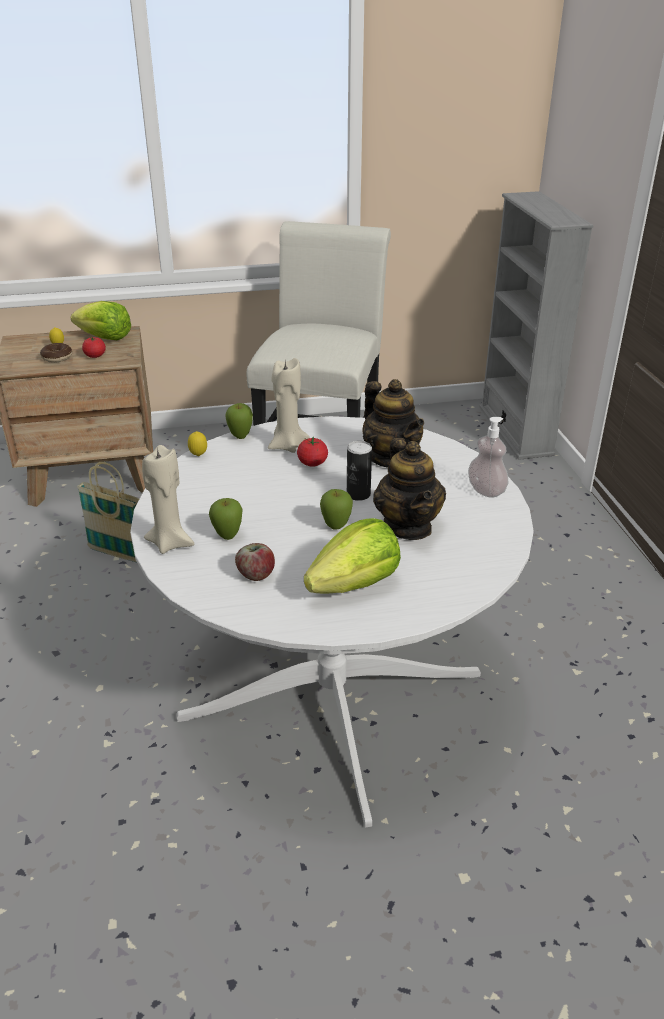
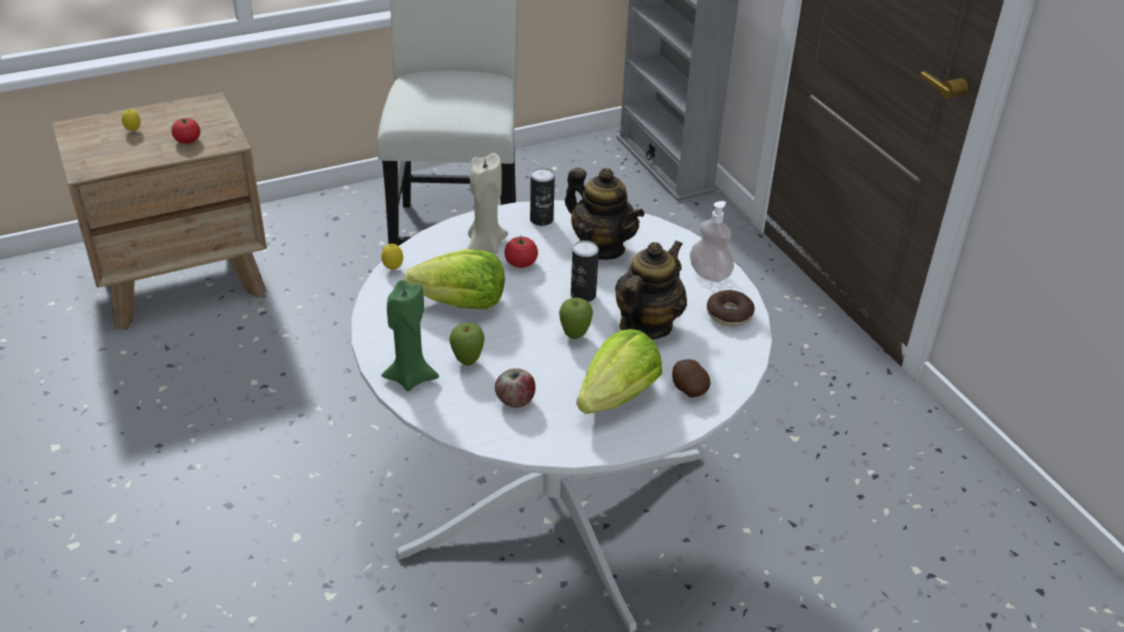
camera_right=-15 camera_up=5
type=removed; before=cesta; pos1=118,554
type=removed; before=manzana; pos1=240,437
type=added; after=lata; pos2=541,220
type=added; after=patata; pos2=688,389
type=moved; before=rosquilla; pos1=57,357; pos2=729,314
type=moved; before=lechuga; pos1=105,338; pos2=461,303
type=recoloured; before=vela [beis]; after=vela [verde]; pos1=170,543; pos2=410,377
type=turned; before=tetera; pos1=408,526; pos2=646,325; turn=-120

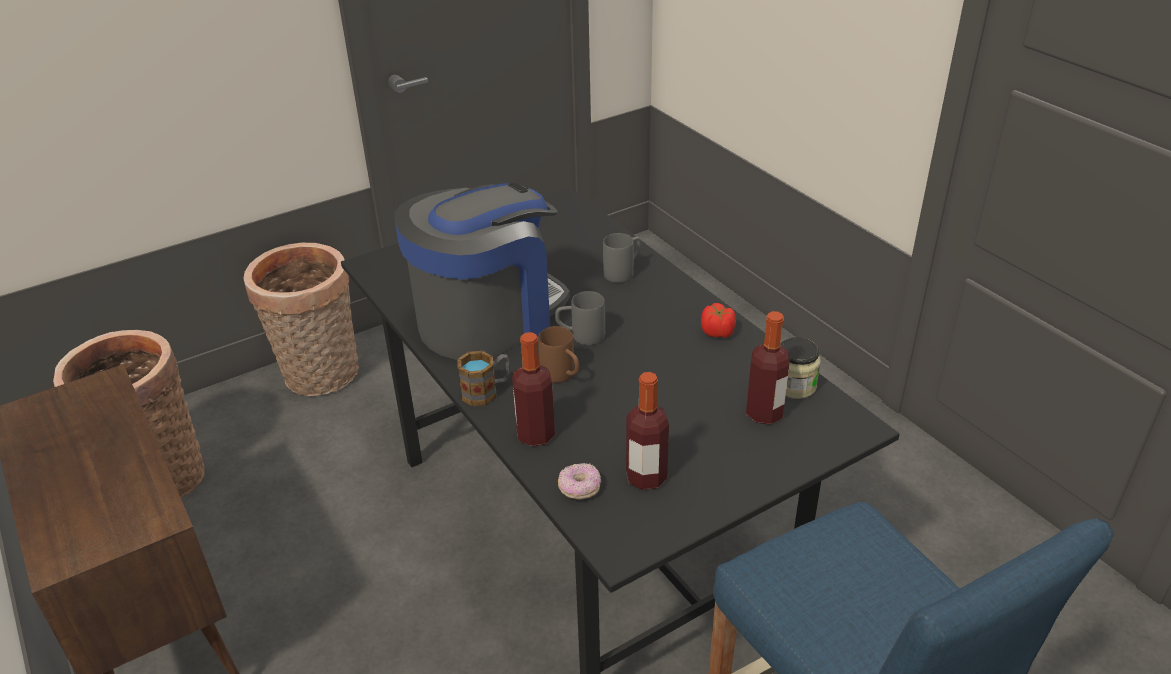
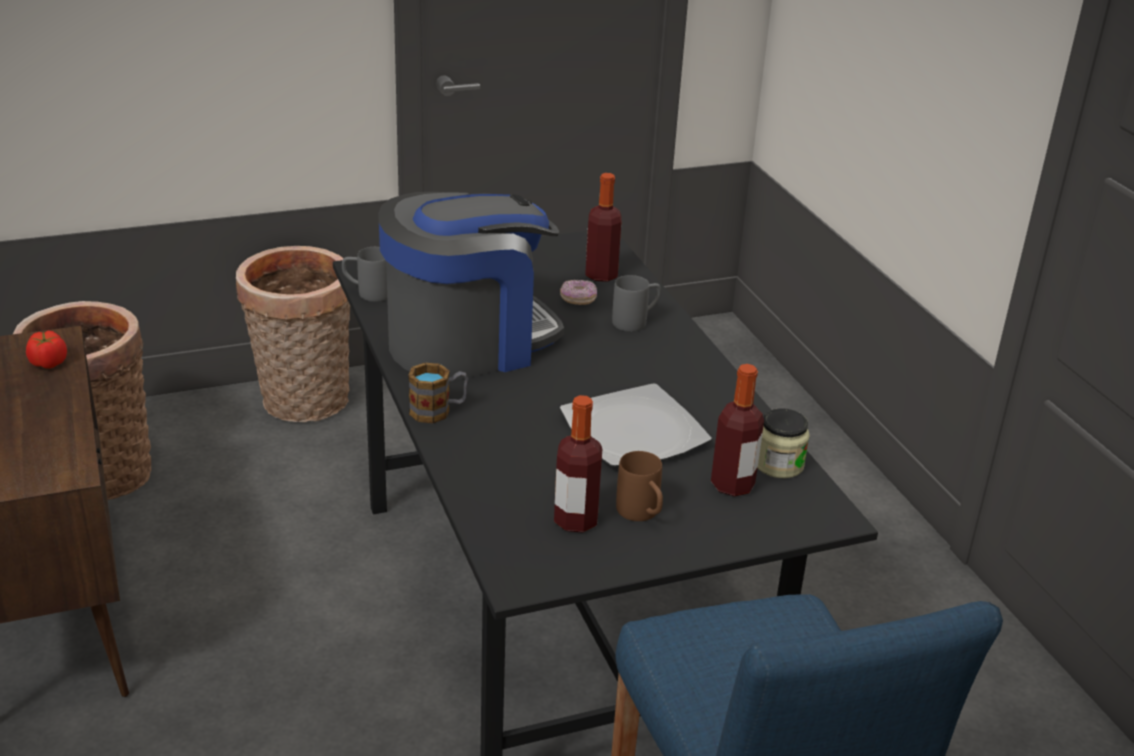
camera_right=10 camera_up=-5
type=added; after=plato; pos2=632,431
type=moved; before=botella; pos1=535,435; pos2=601,275
type=moved; before=taza grande [marrón]; pos1=562,376; pos2=642,515
type=moved; before=taza grande [gris]; pos1=580,336; pos2=367,293
type=moved; before=rosquilla; pos1=579,489; pos2=578,300
type=moved; before=tomate; pos1=717,332; pos2=48,363

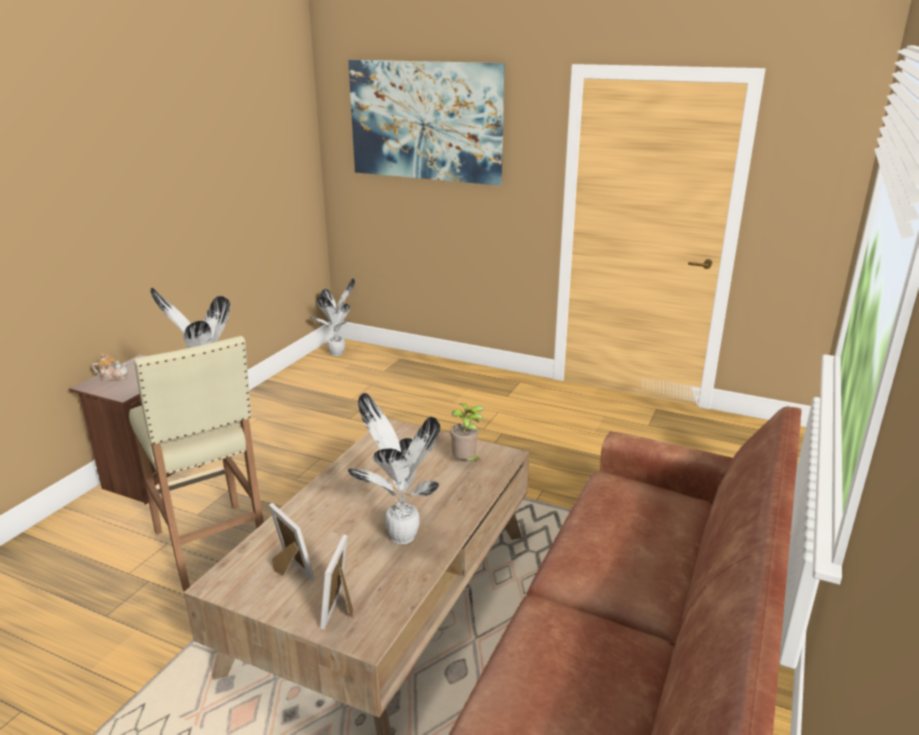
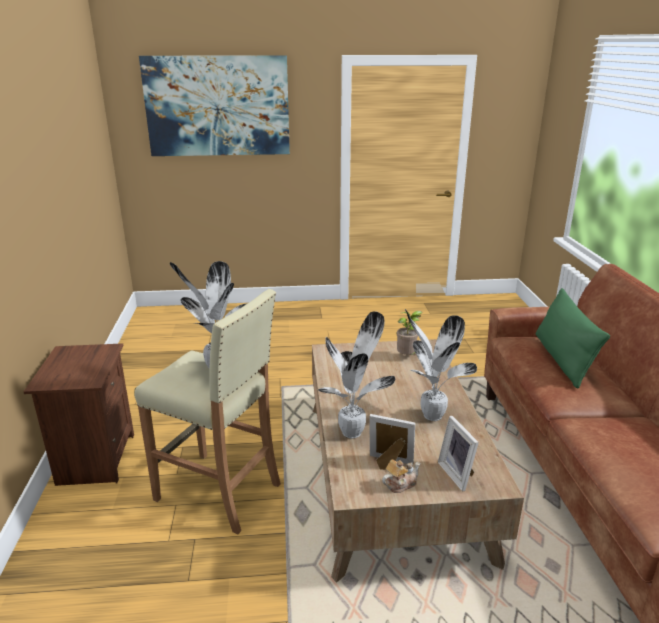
camera_right=-30 camera_up=0
type=added; after=cojín [verde]; pos2=562,359
type=moved; before=tetera; pos1=113,377; pos2=400,484
type=moved; before=planta en maceta; pos1=338,353; pos2=353,431

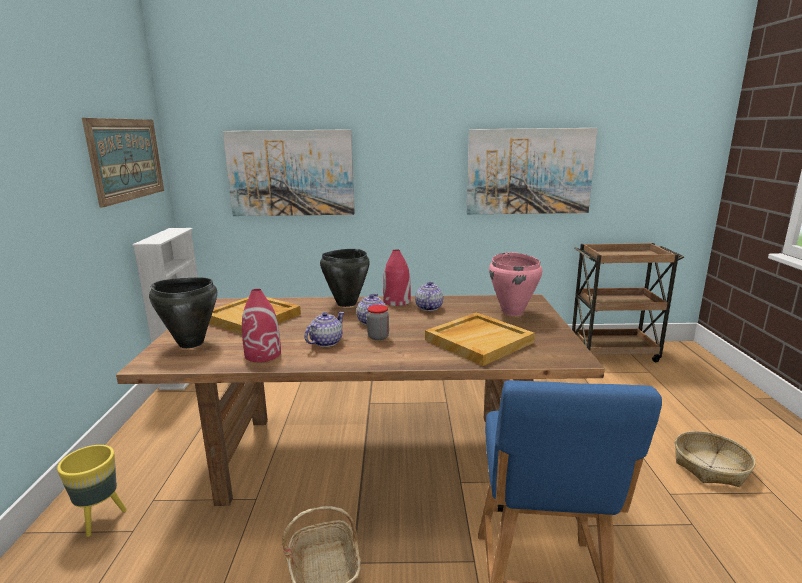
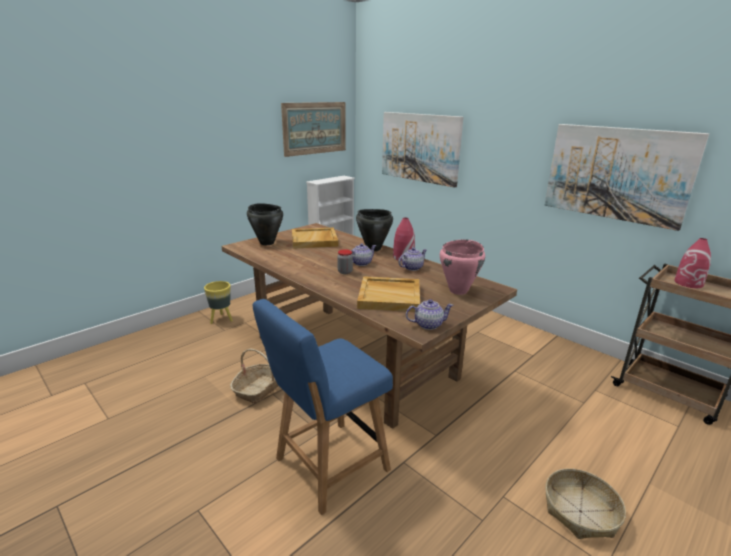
camera_right=45 camera_up=5
type=moved; before=florero [rojo]; pos1=263,354; pos2=688,283
type=moved; before=tetera; pos1=325,342; pos2=428,324

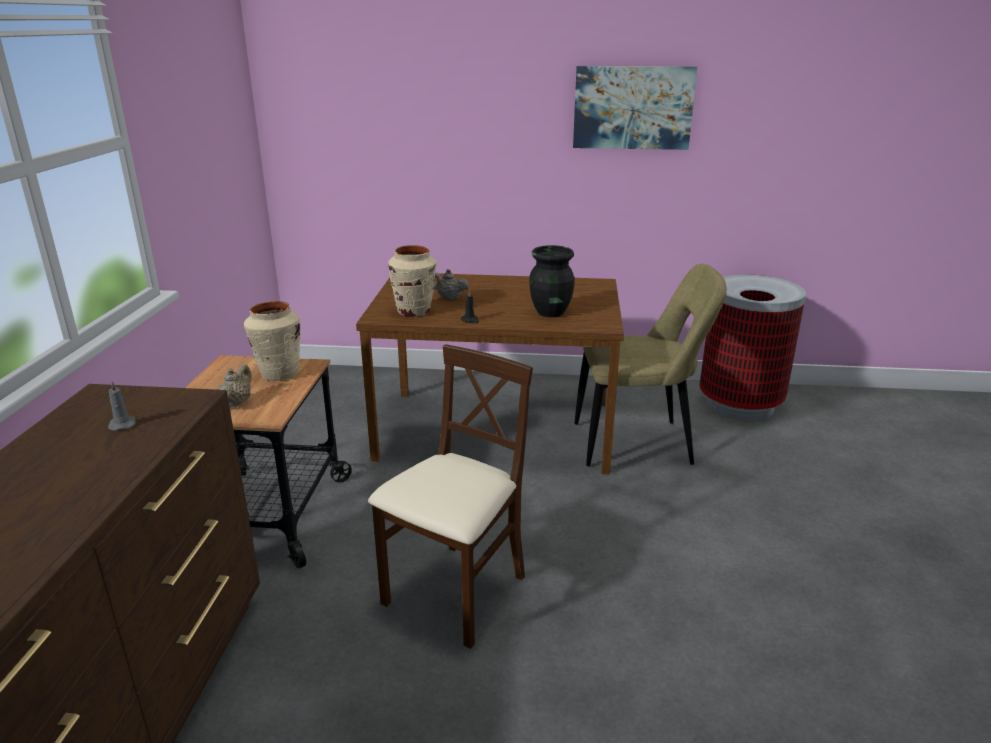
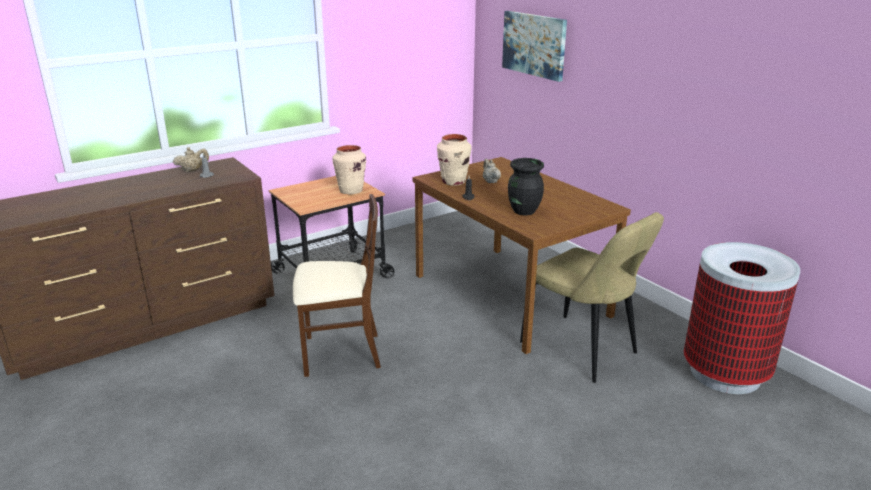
camera_right=50 camera_up=0
type=moved; before=tetera [beis]; pos1=237,403; pos2=192,170
type=moved; before=cuadro; pos1=632,107; pos2=534,44

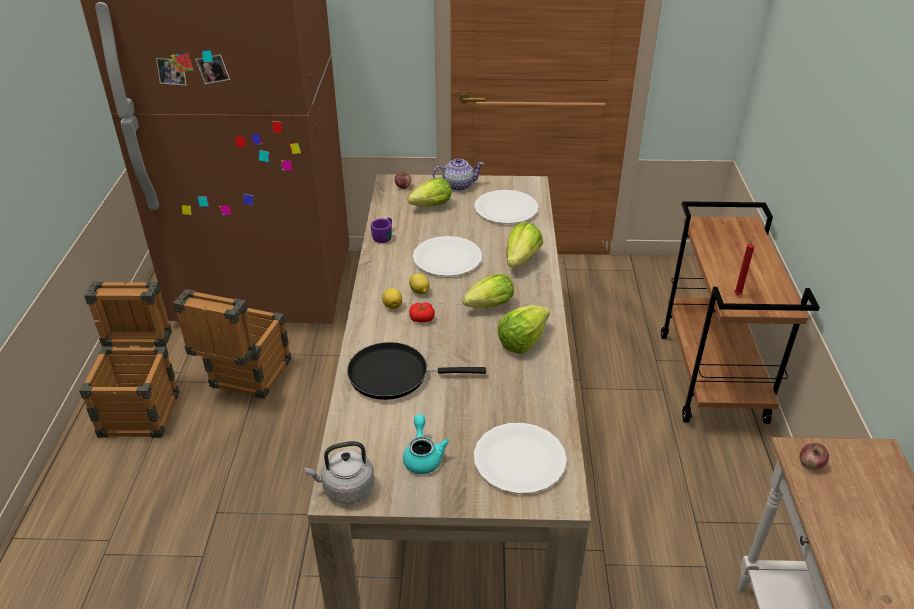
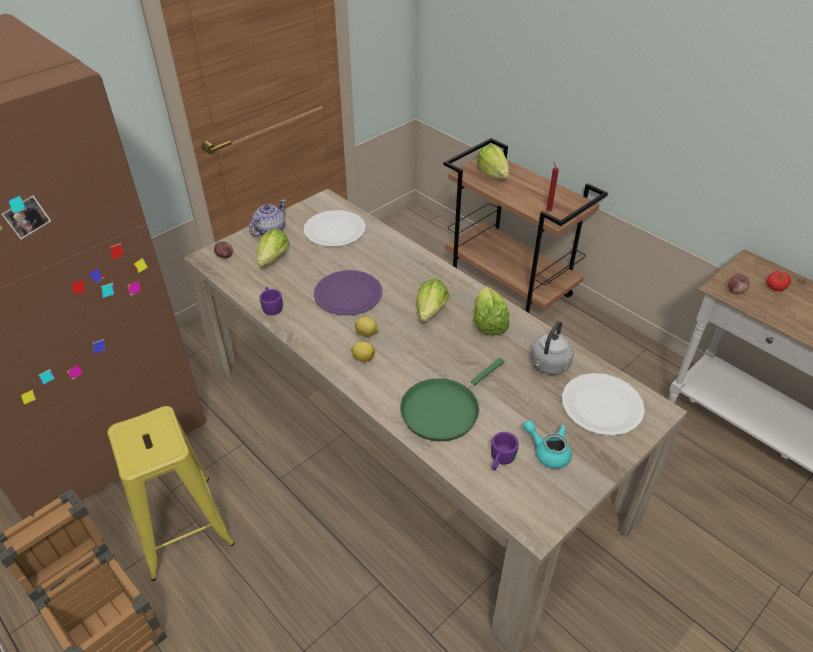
camera_right=-45 camera_up=5
type=added; after=taza grande [morado]; pos2=500,461
type=moved; before=hervidor [gris]; pos1=345,489; pos2=548,365
type=moved; before=tomate; pos1=422,318; pos2=776,286
type=moved; before=lechuga; pos1=521,260; pos2=493,174
type=replaced; before=caja de embalaje; after=taburete [amarillo]; pos1=245,380; pos2=181,526
type=recoloured; before=sartén [negro]; after=sartén [verde]; pos1=394,375; pos2=444,409
type=recoloured; before=plato [blanco]; after=plato [morado]; pos1=447,258; pos2=348,294

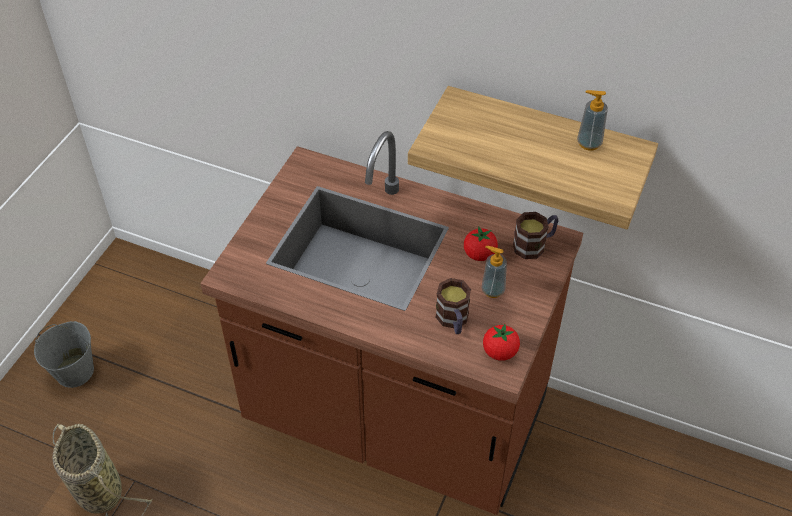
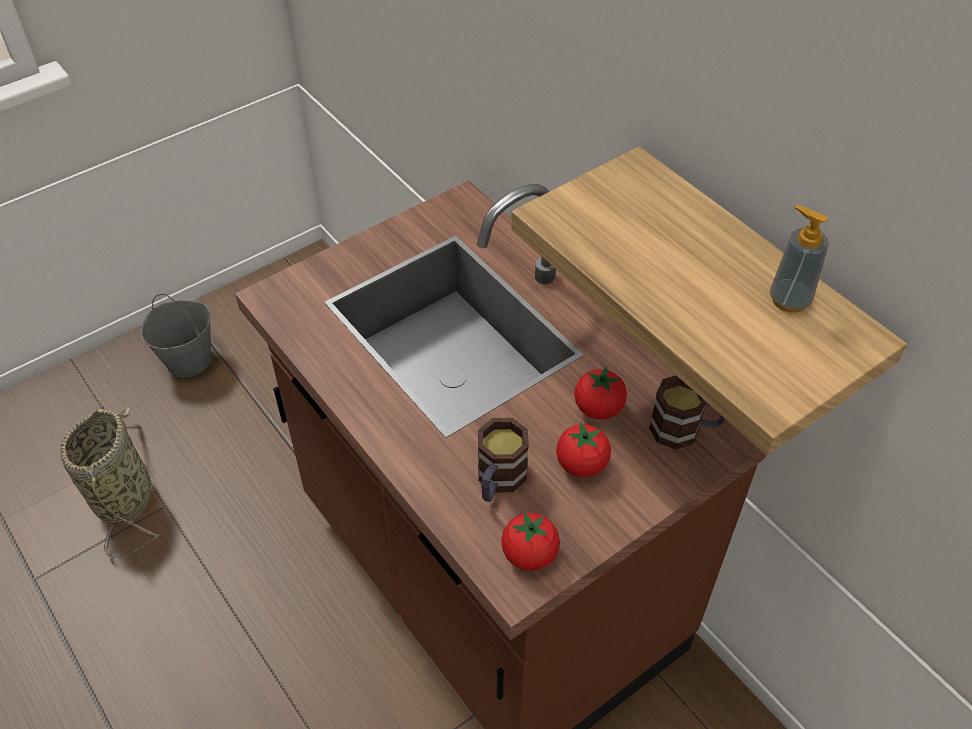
camera_right=30 camera_up=0
type=replaced; before=dispensador de jabón; after=tomate; pos1=492,290; pos2=581,464

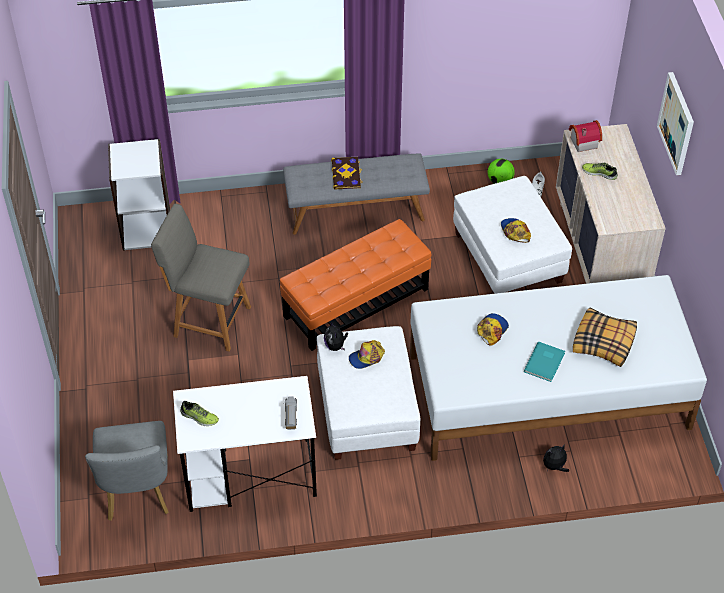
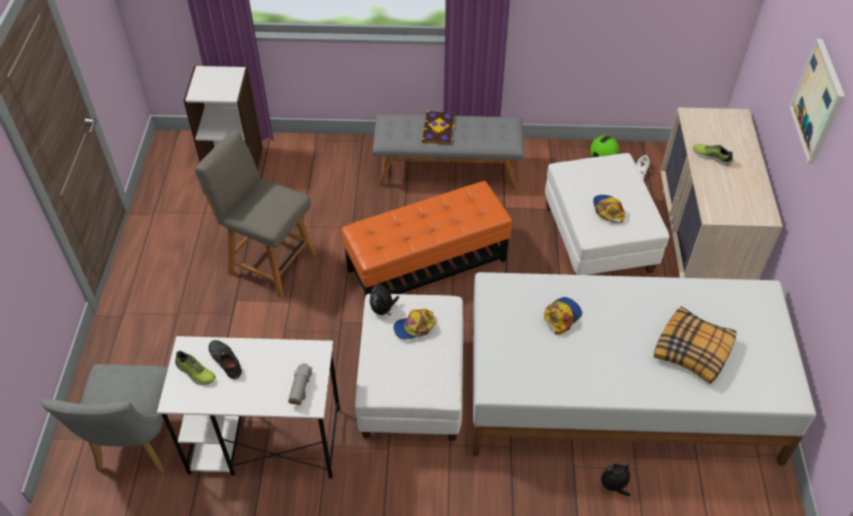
camera_right=10 camera_up=0
type=removed; before=libro [turquesa]; pos1=545,362
type=removed; before=casita; pos1=582,141
type=added; after=zapato [negro]; pos2=225,360

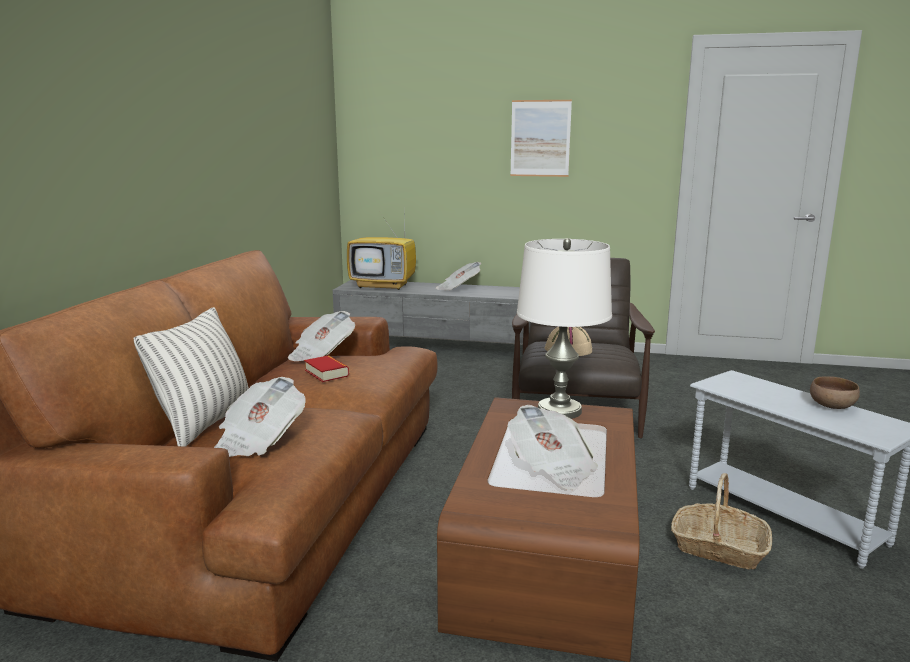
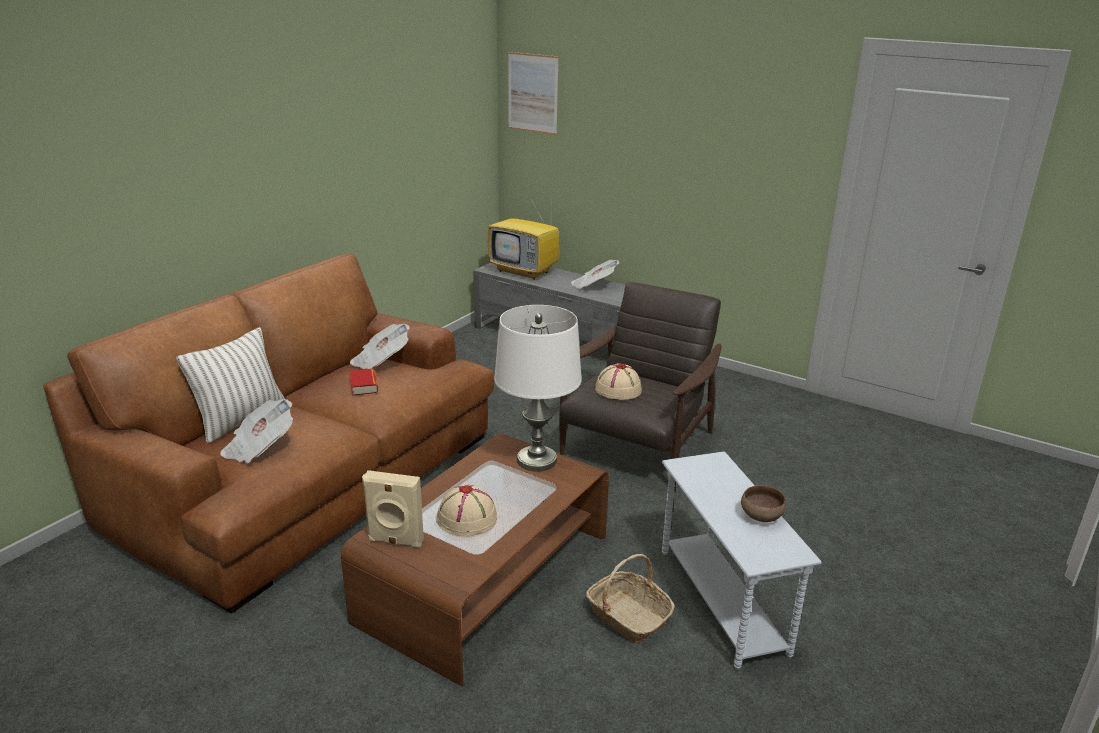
camera_right=20 camera_up=10
type=added; after=altavoz [beis]; pos2=395,541
type=moved; before=cuadro; pos1=540,138; pos2=533,93
type=replaced; before=periódico; after=sombrero [beis]; pos1=551,468; pos2=467,519

